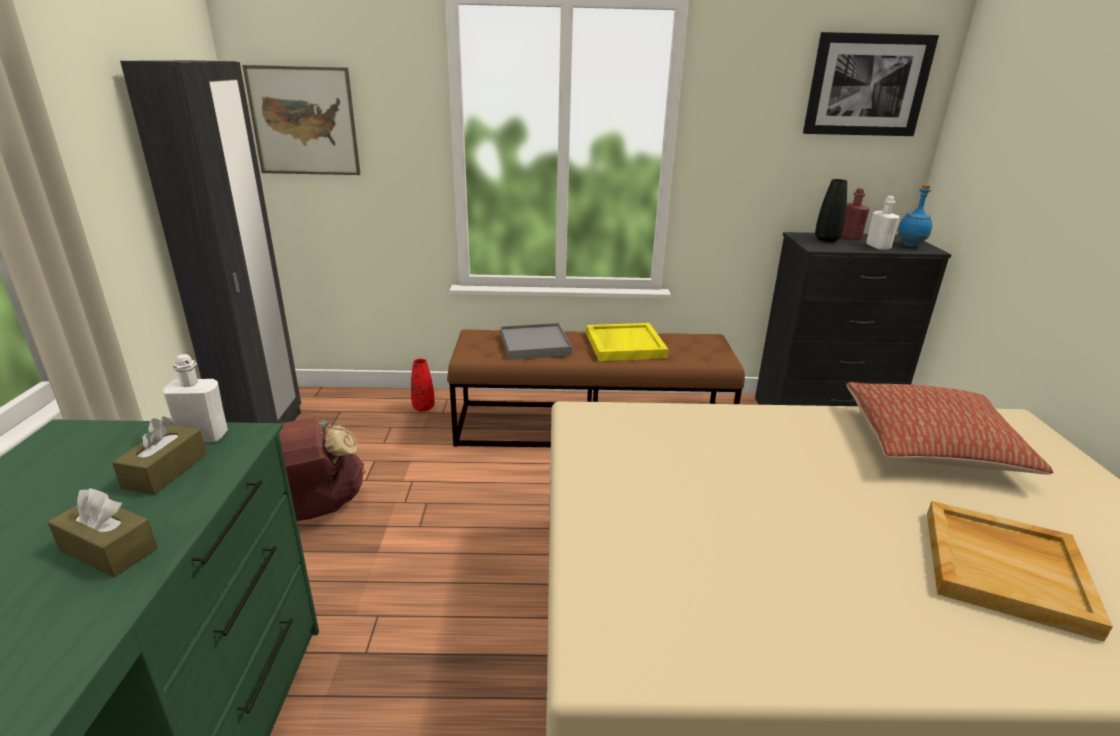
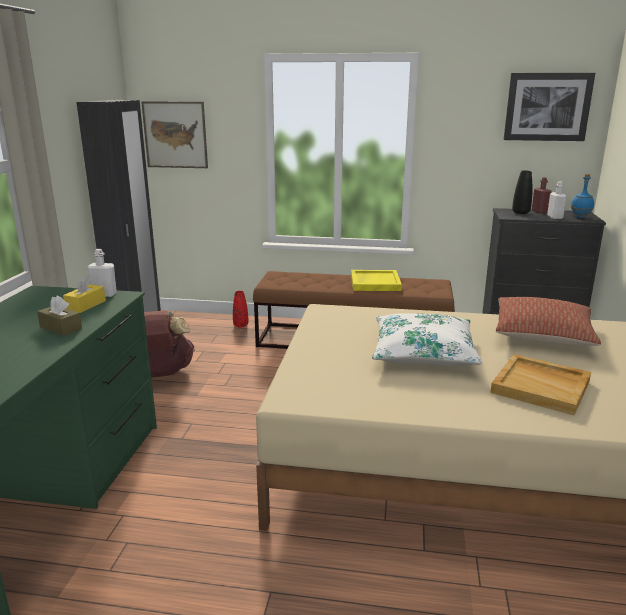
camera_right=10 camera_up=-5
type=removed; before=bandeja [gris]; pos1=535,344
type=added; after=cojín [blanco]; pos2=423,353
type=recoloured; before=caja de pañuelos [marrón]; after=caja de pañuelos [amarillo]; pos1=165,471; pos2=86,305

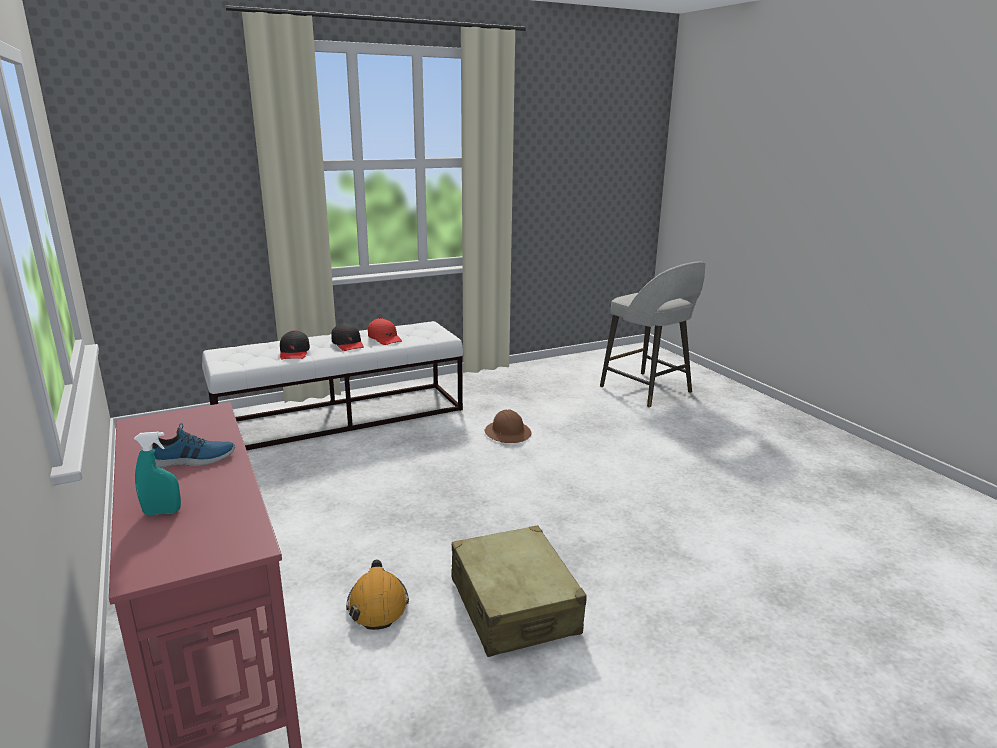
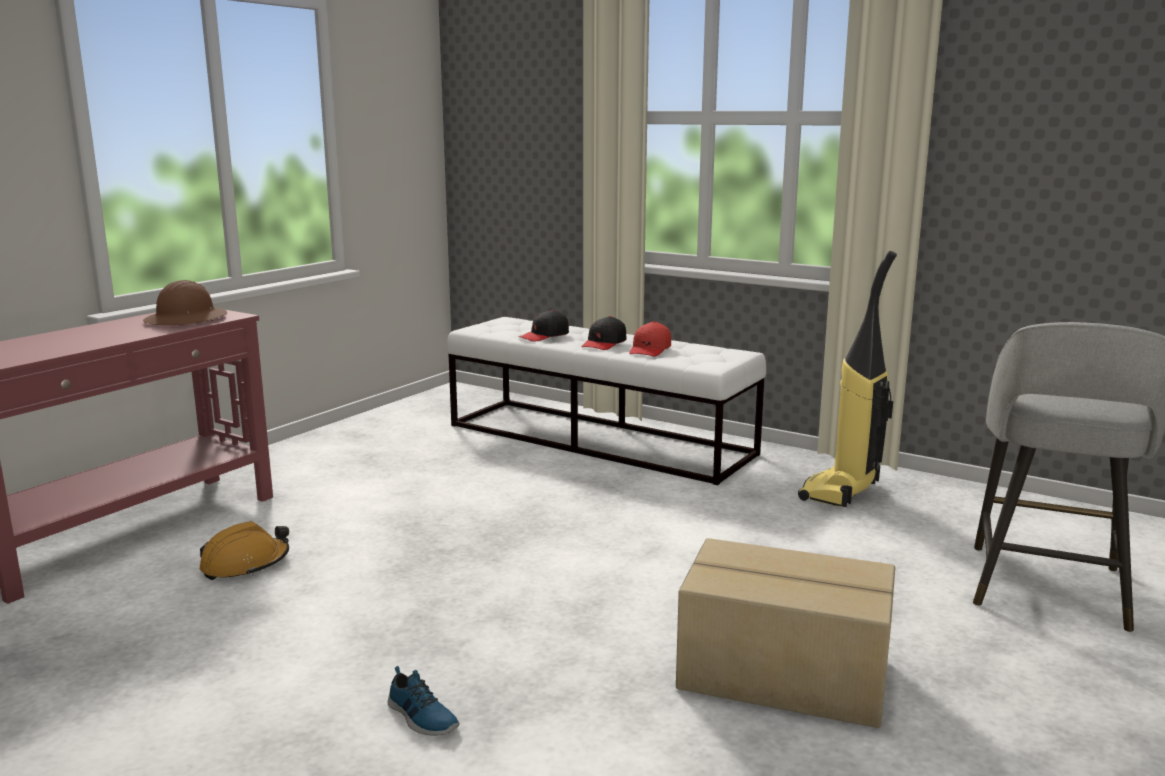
camera_right=60 camera_up=-5
type=removed; before=pulverizador [turquesa]; pos1=162,512
type=removed; before=maleta [beis]; pos1=514,606
type=added; after=caja de cartón; pos2=783,675
type=added; after=aspiradora; pos2=841,492
type=moved; before=zapato; pos1=194,459; pos2=421,717
type=moved; before=casco [marrón]; pos1=508,433; pos2=186,319

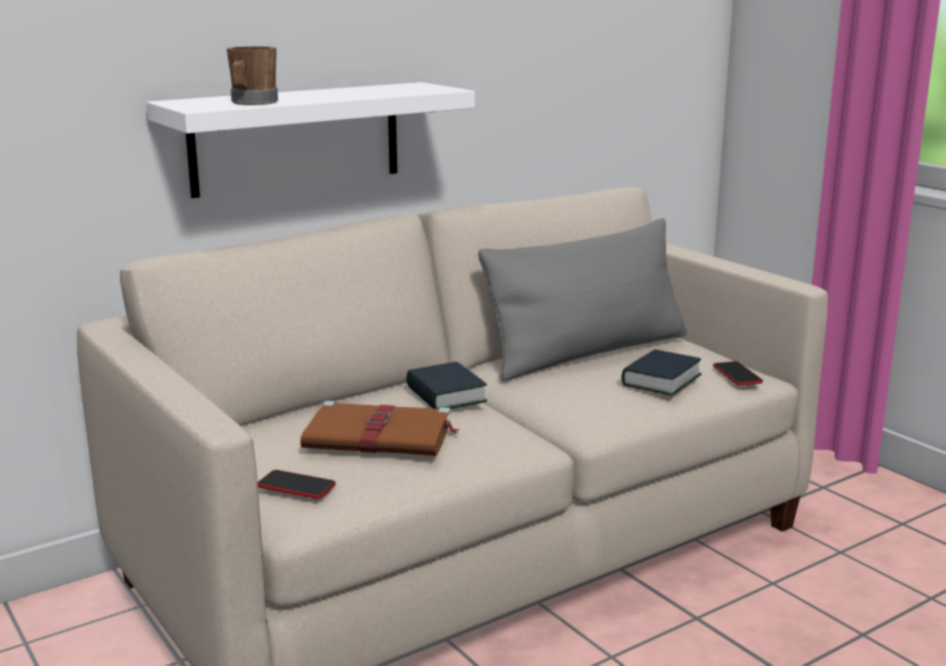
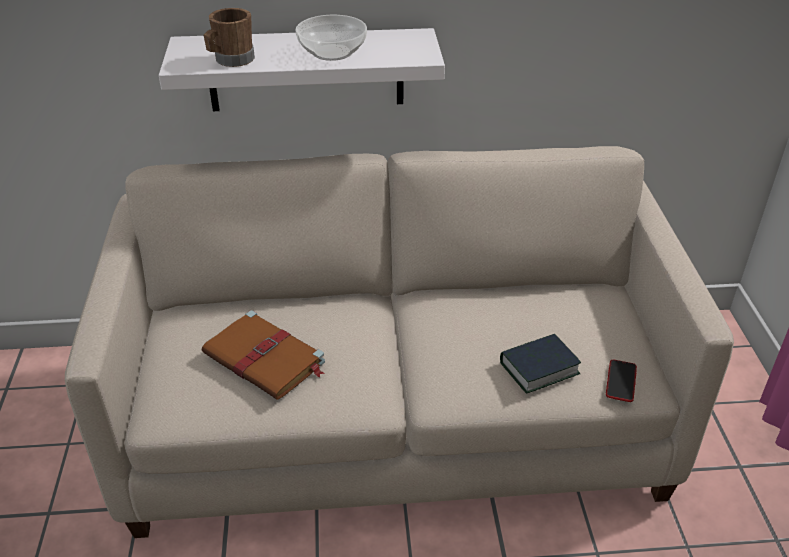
camera_right=30 camera_up=20
type=removed; before=móvil; pos1=296,486
type=removed; before=libro; pos1=446,395
type=removed; before=cojín [gris]; pos1=588,353
type=added; after=cuenco; pos2=331,52

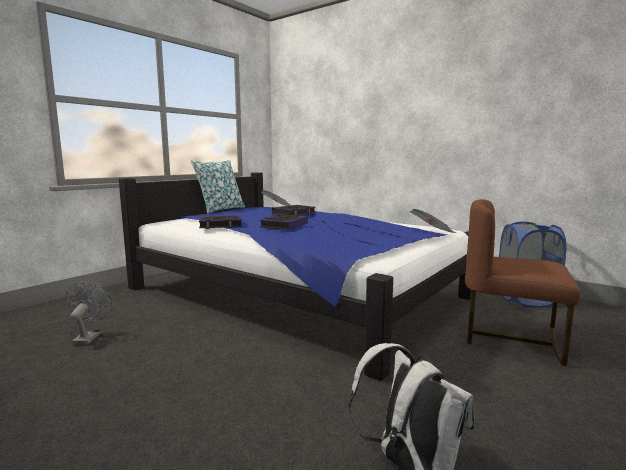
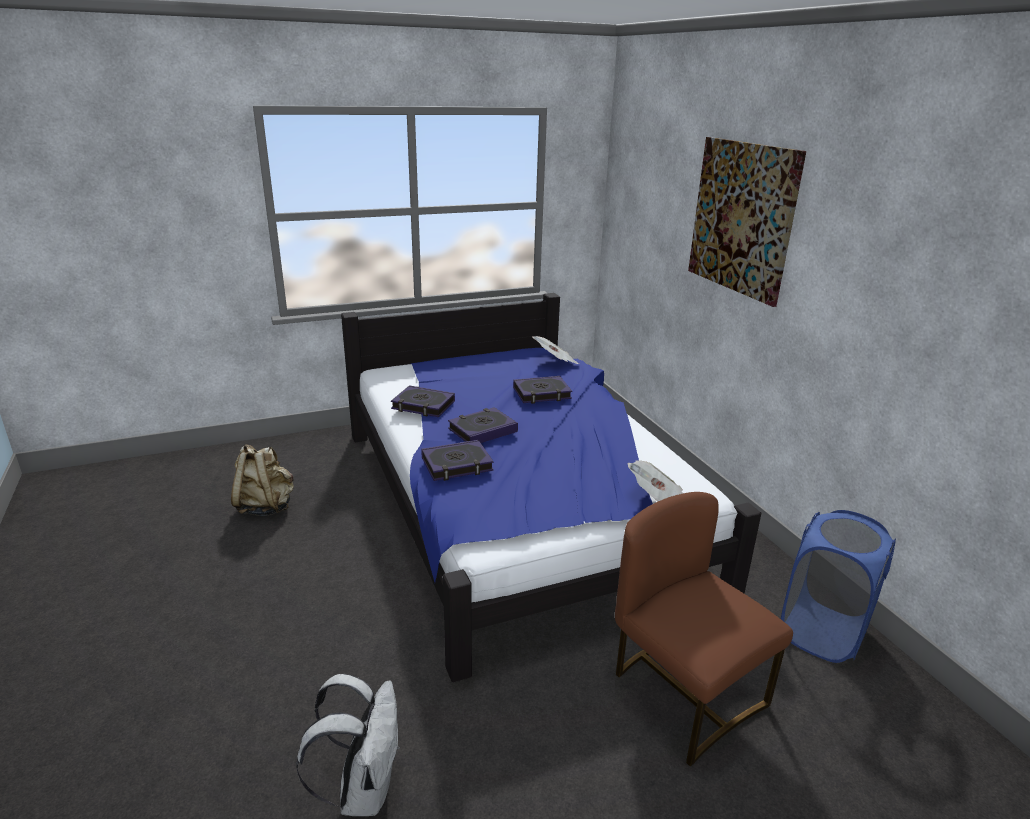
camera_right=30 camera_up=15
type=removed; before=cojín; pos1=220,210
type=added; after=libro; pos2=457,465
type=added; after=cuadro; pos2=742,218
type=replaced; before=ventilador [gris]; after=mochila [beis]; pos1=89,337; pos2=266,506

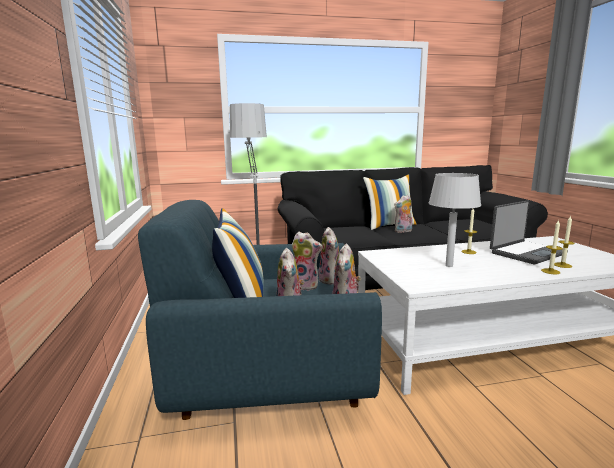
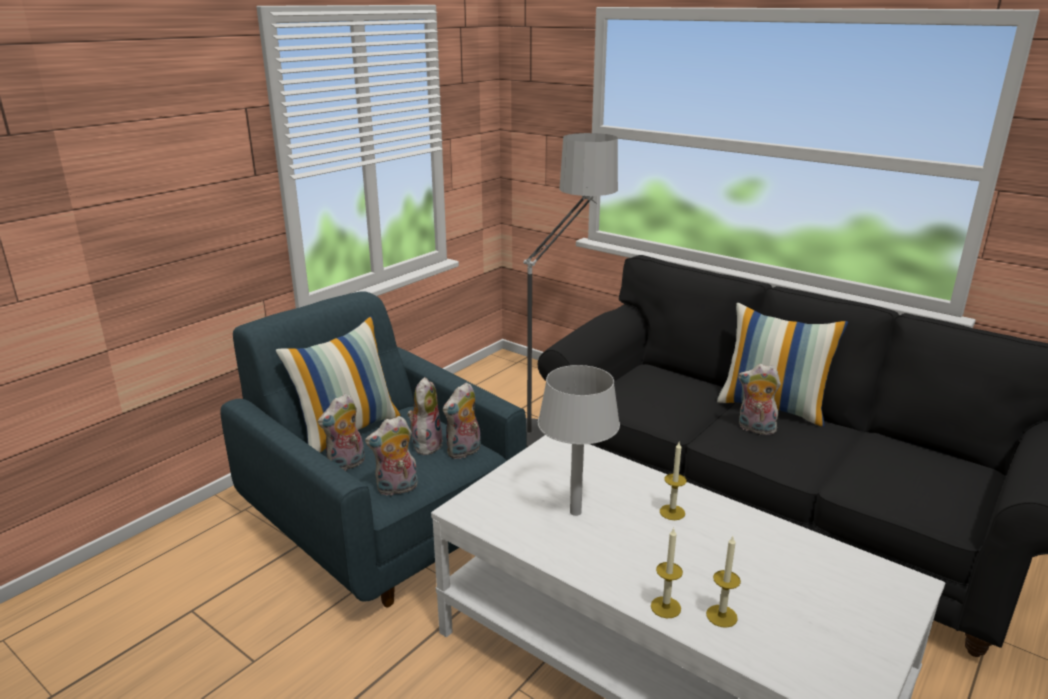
camera_right=50 camera_up=10
type=removed; before=portátil; pos1=526,253
type=turned; before=peluche; pos1=305,285; pos2=426,444; turn=-150

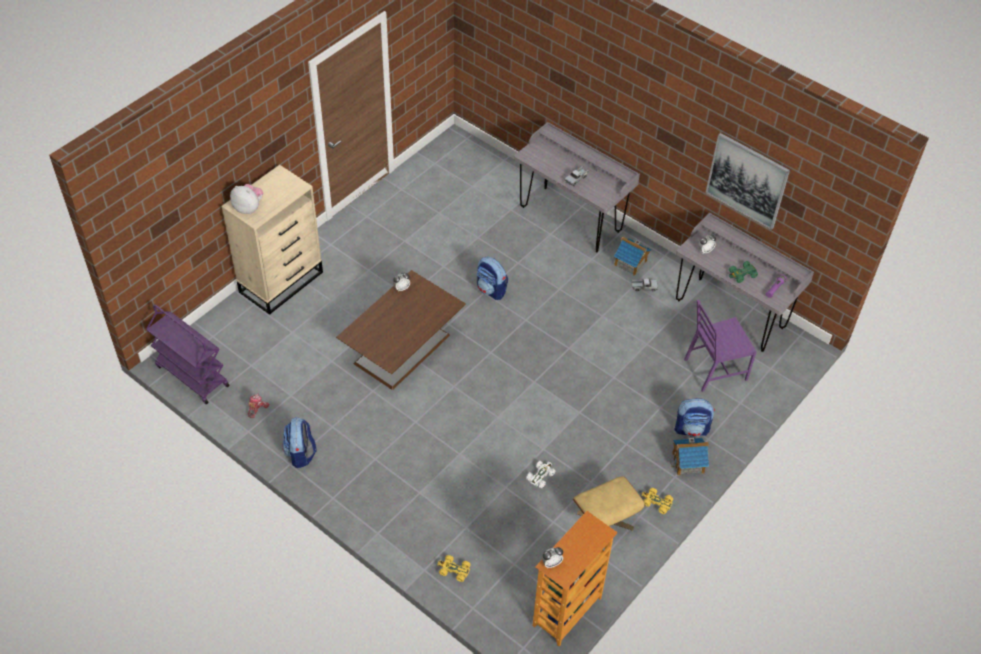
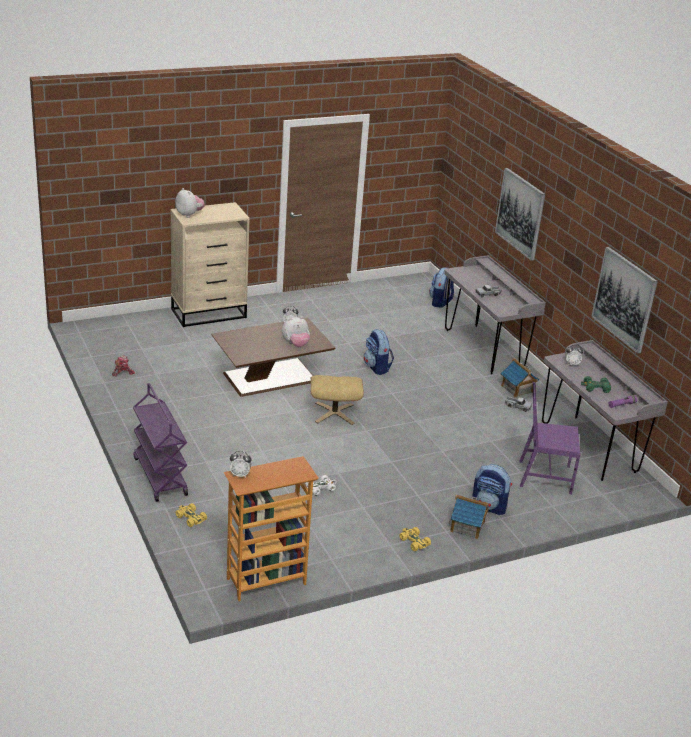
camera_right=25 camera_up=-20
type=added; after=peluche; pos2=295,344
type=added; after=cuadro; pos2=520,213
type=moved; before=carrito [morado]; pos1=191,376; pos2=159,476
type=moved; before=mochila; pos1=301,454; pos2=440,302
type=moved; before=puf [beis]; pos1=605,521; pos2=334,413

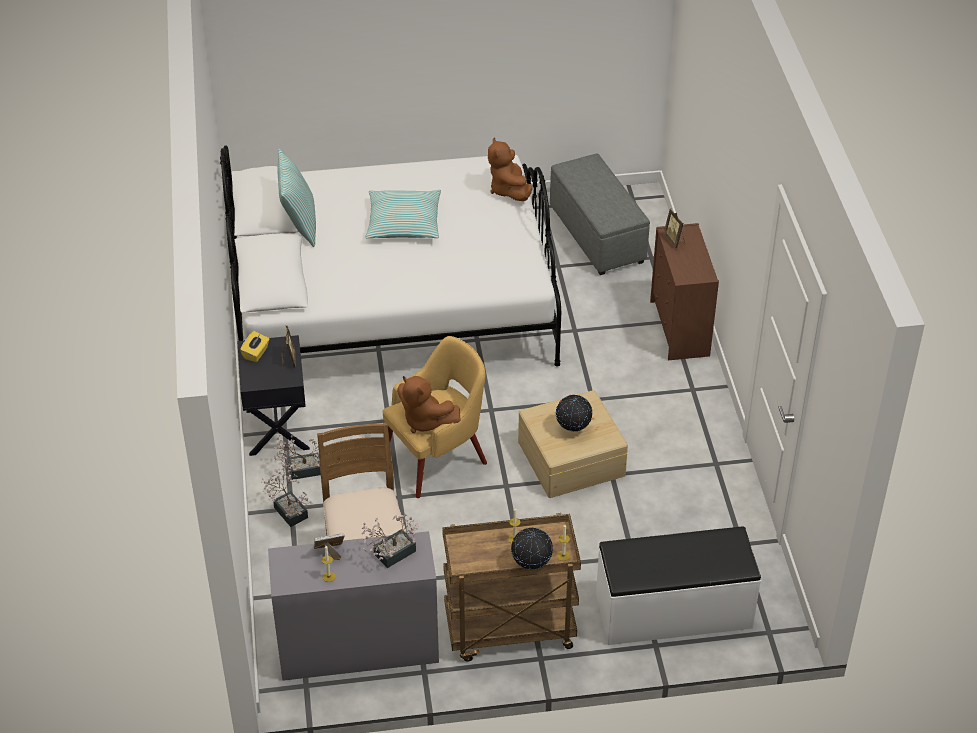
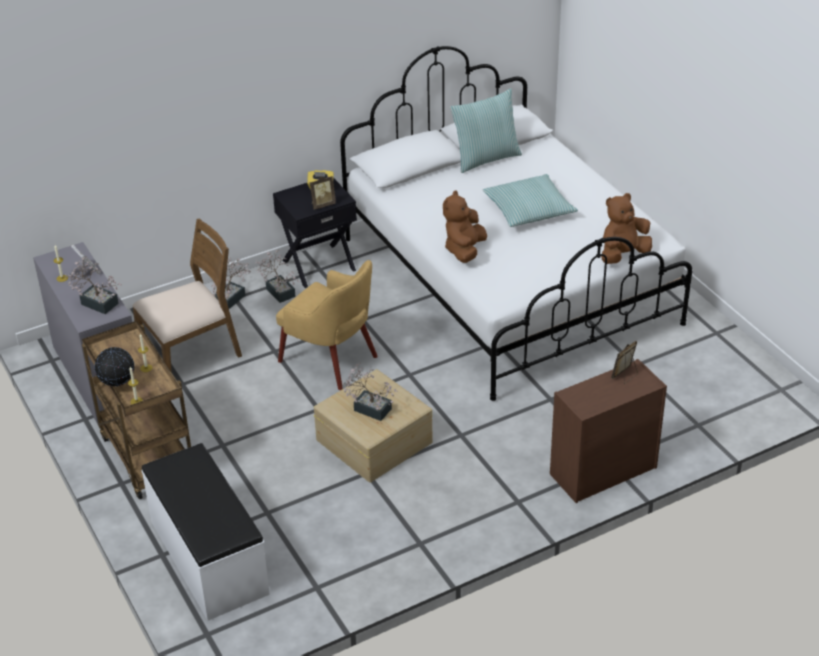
camera_right=70 camera_up=-5
type=removed; before=puf [gris]; pos1=596,234
type=moved; before=peluche [marrón]; pos1=425,421; pos2=464,250
type=replaced; before=globo terráqueo; after=planta en maceta; pos1=573,429; pos2=369,408

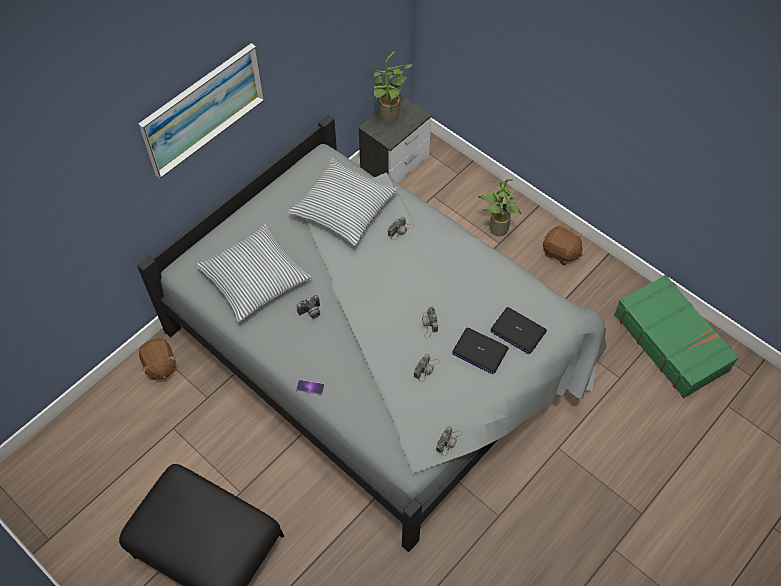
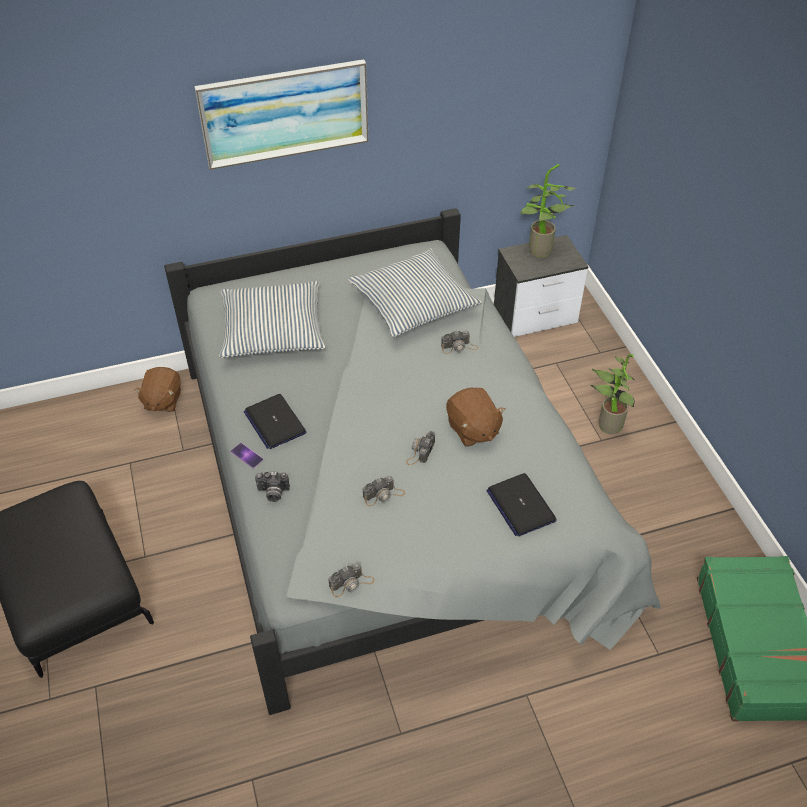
camera_right=30 camera_up=-10
type=moved; before=cámara; pos1=311,312; pos2=273,493
type=moved; before=portátil; pos1=479,351; pos2=274,422
type=moved; before=peluche [marrón]; pos1=560,252; pos2=472,429

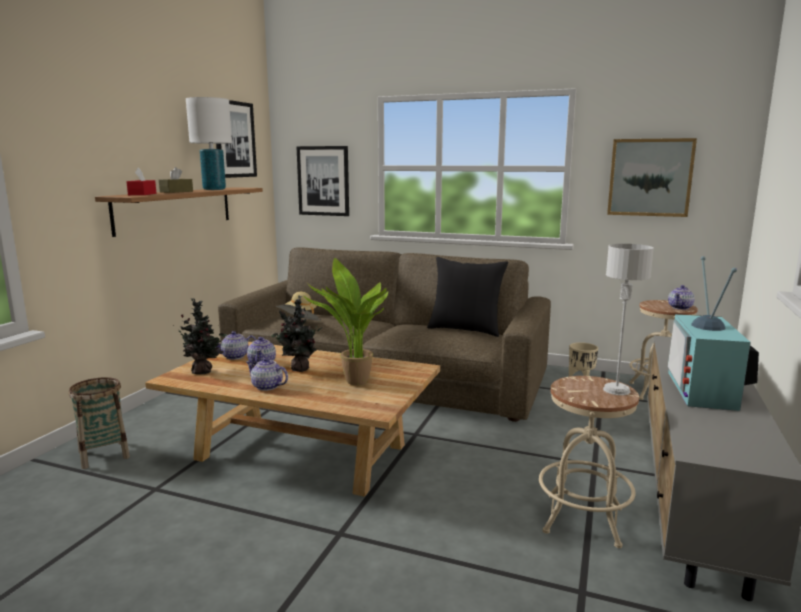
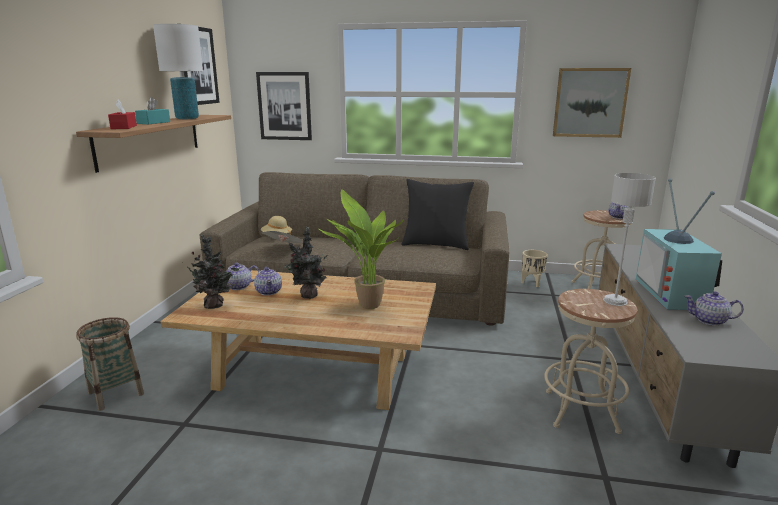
camera_right=-10 camera_up=5
type=moved; before=tetera; pos1=267,387; pos2=710,321
type=recoloured; before=caja de pañuelos [marrón]; after=caja de pañuelos [turquesa]; pos1=176,192; pos2=153,123

